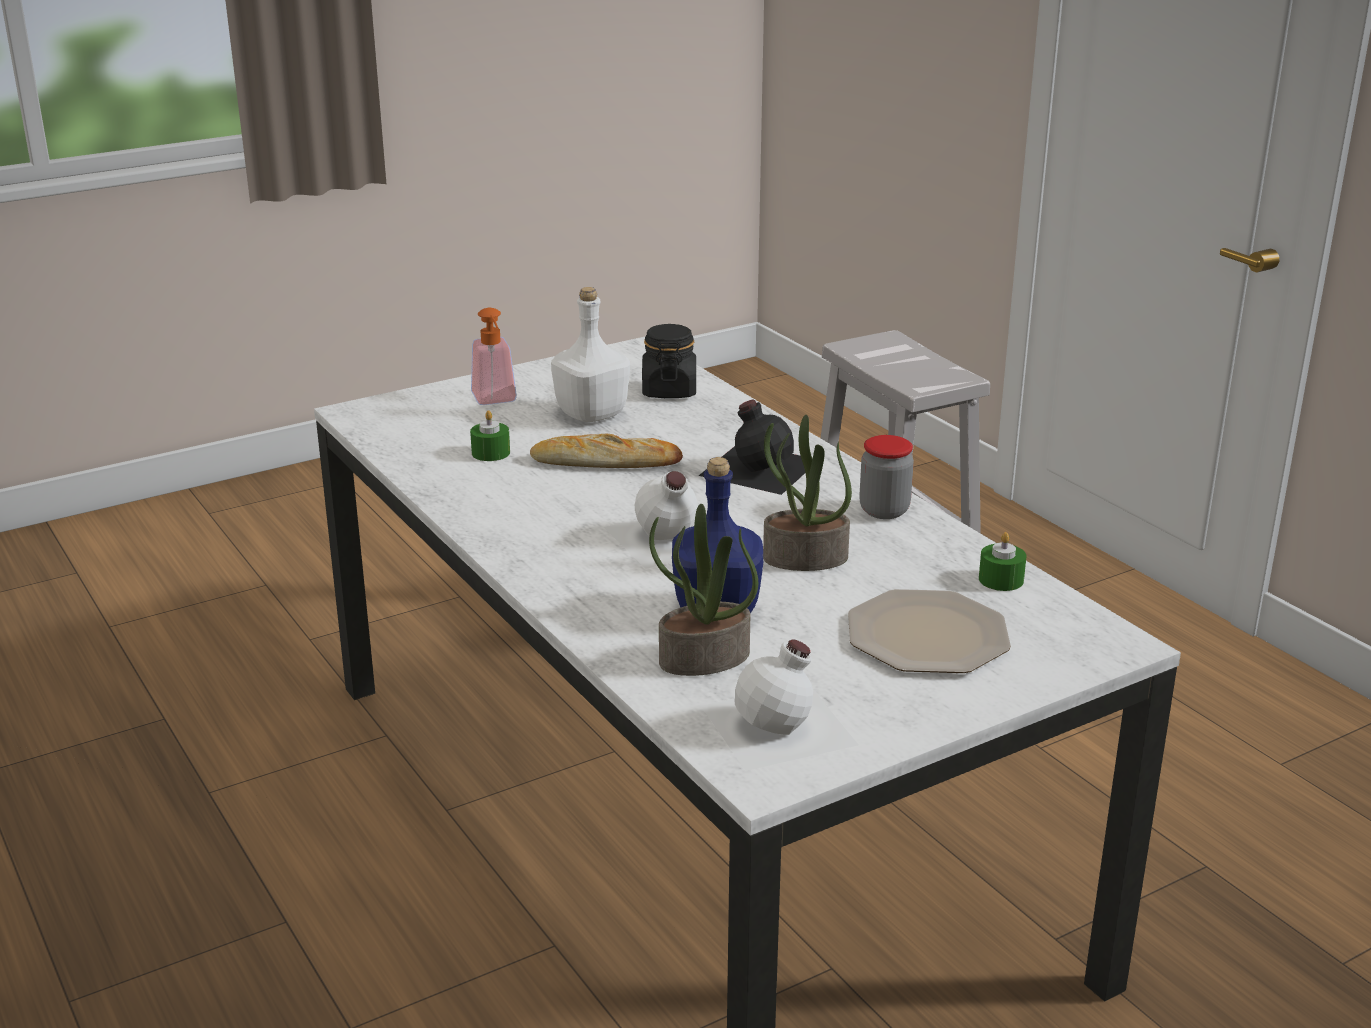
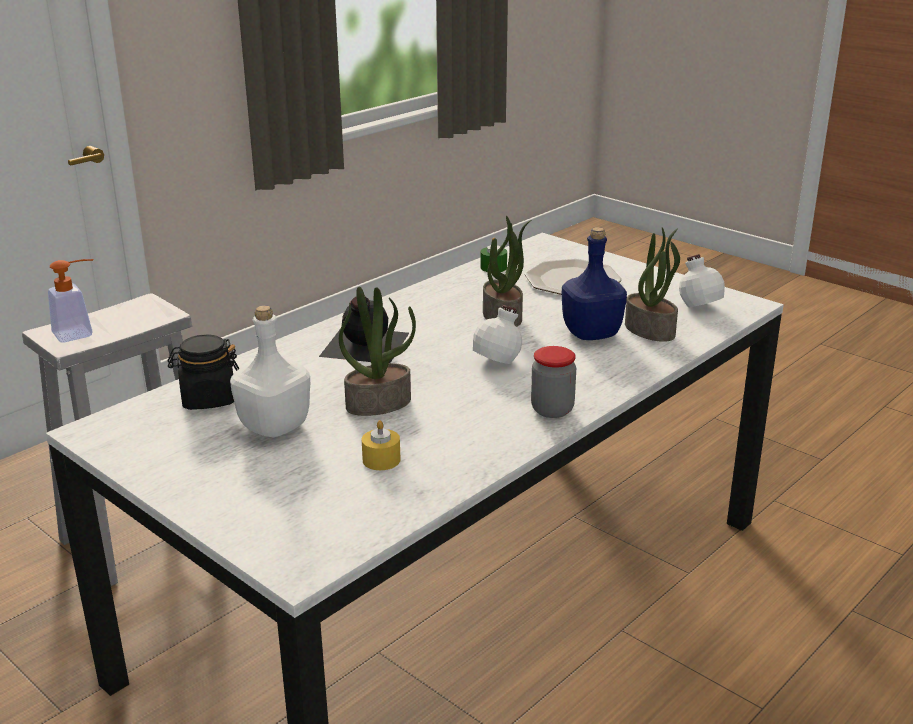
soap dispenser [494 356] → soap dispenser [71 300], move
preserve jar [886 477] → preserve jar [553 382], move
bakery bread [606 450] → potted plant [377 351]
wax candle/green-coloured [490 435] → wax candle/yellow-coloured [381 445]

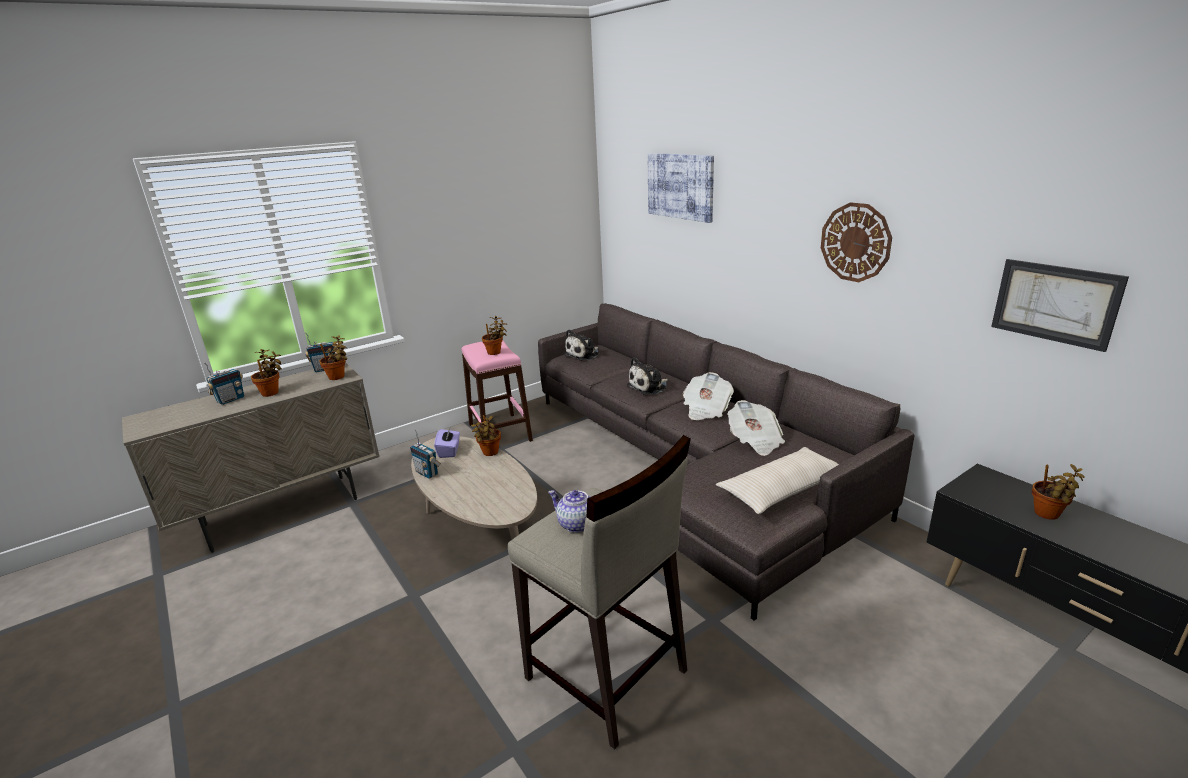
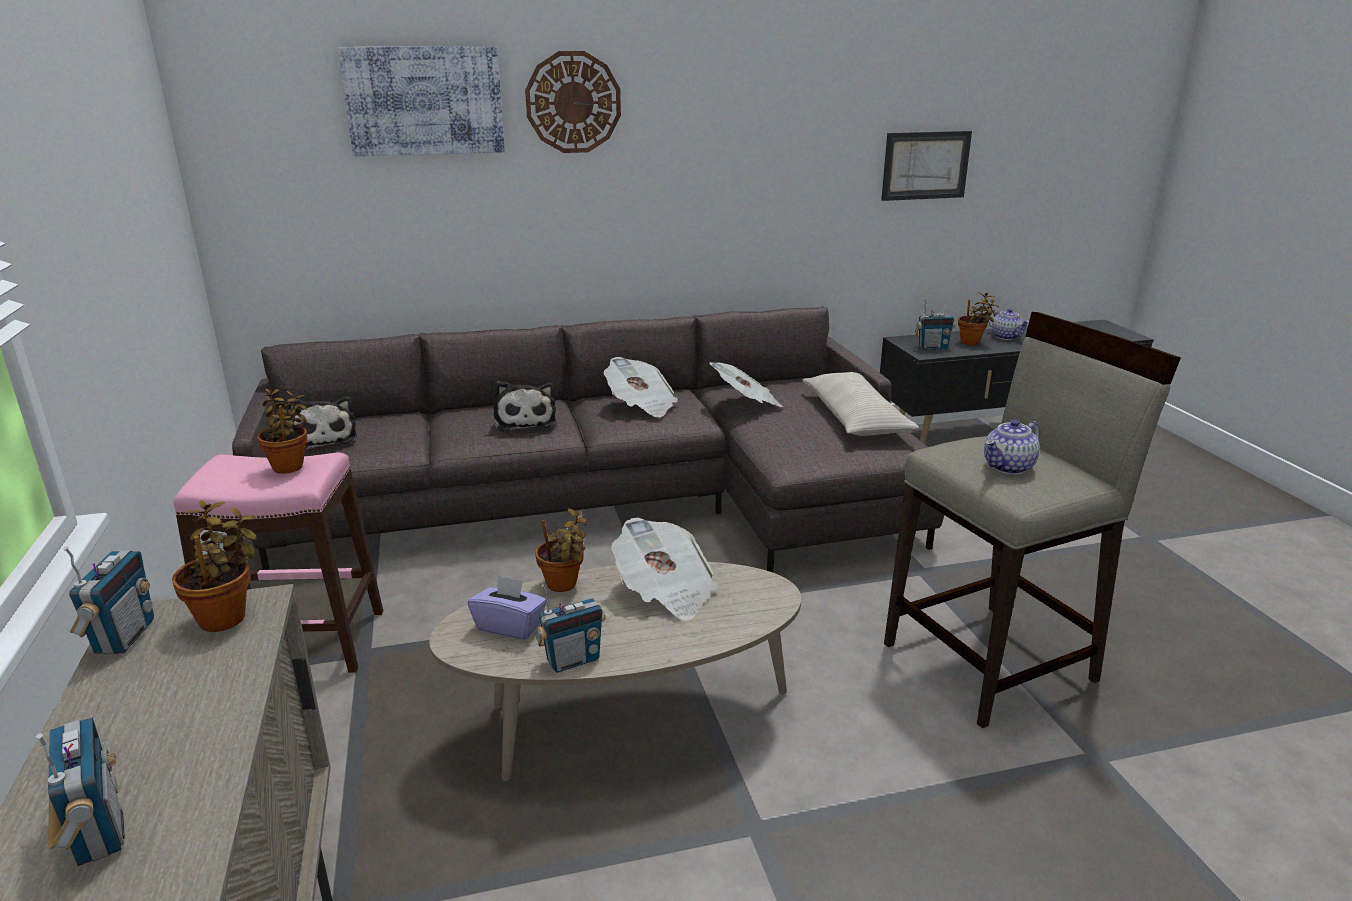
potted plant [266 373] → -
- → daily paper [665 568]
- → radio set [935 324]
- → teapot [1008 324]
wall clock [856 242] → wall clock [573 102], move

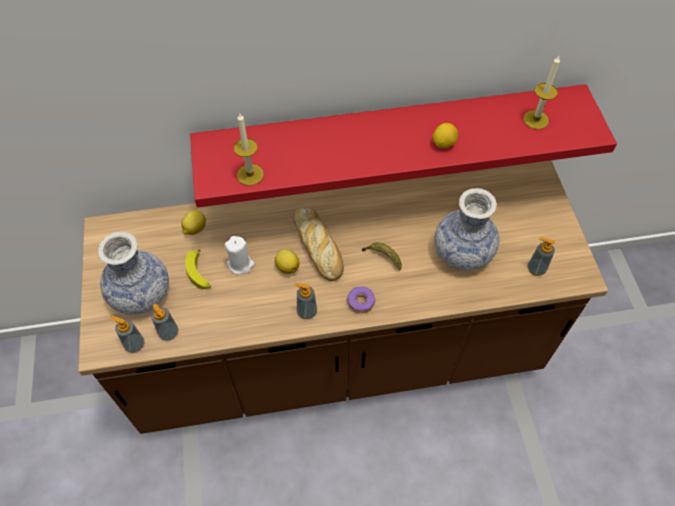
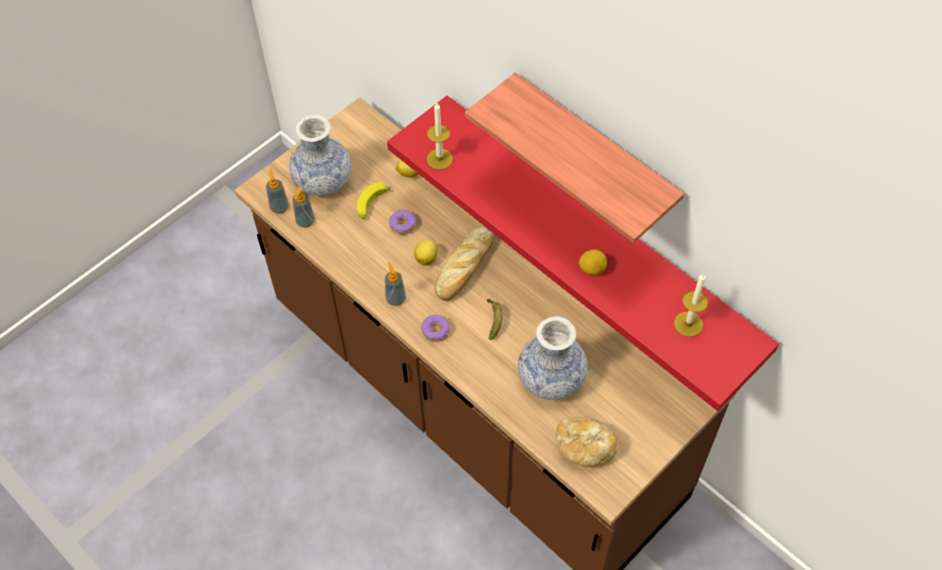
- → shelf [574 158]
wax candle/white [240 255] → donut [402 222]
soap dispenser [541 257] → bakery bread [587 442]

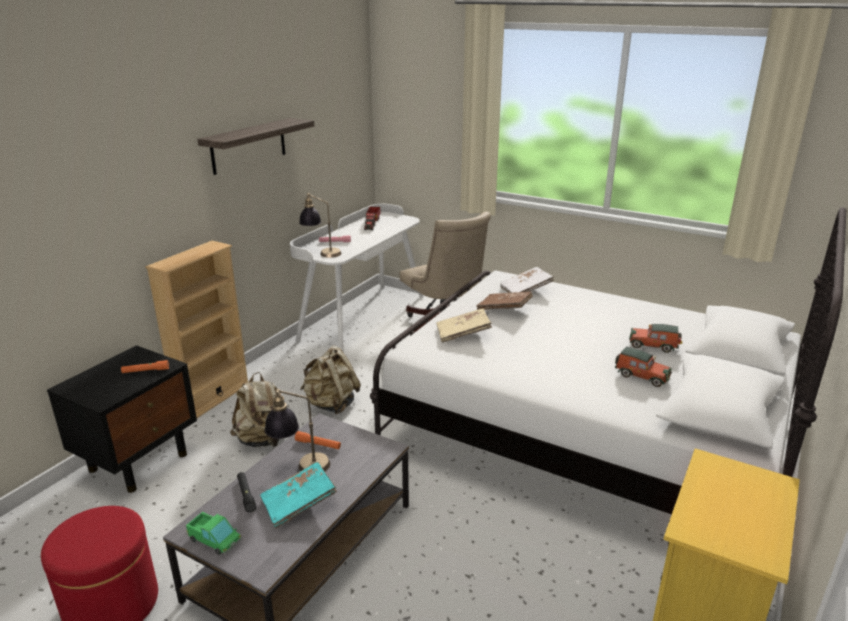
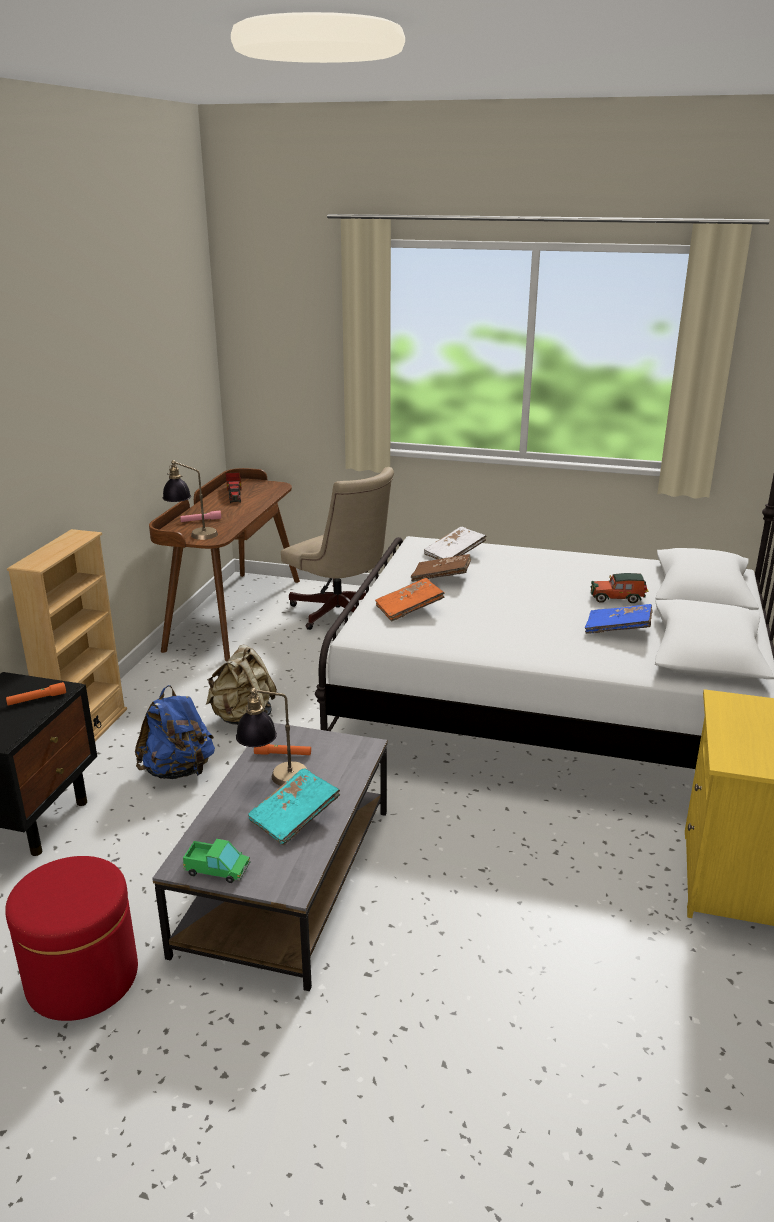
shelf [255 146] → -
torch/black-coloured [246 492] → -
toy car [643 366] → volume/blue-coloured [618 619]
knapsack/beige [255 410] → knapsack/blue-coloured [175 732]
desk table/white [357 277] → desk table/brown-coloured [224 565]
volume/beige [464 326] → volume/orangey [410 599]

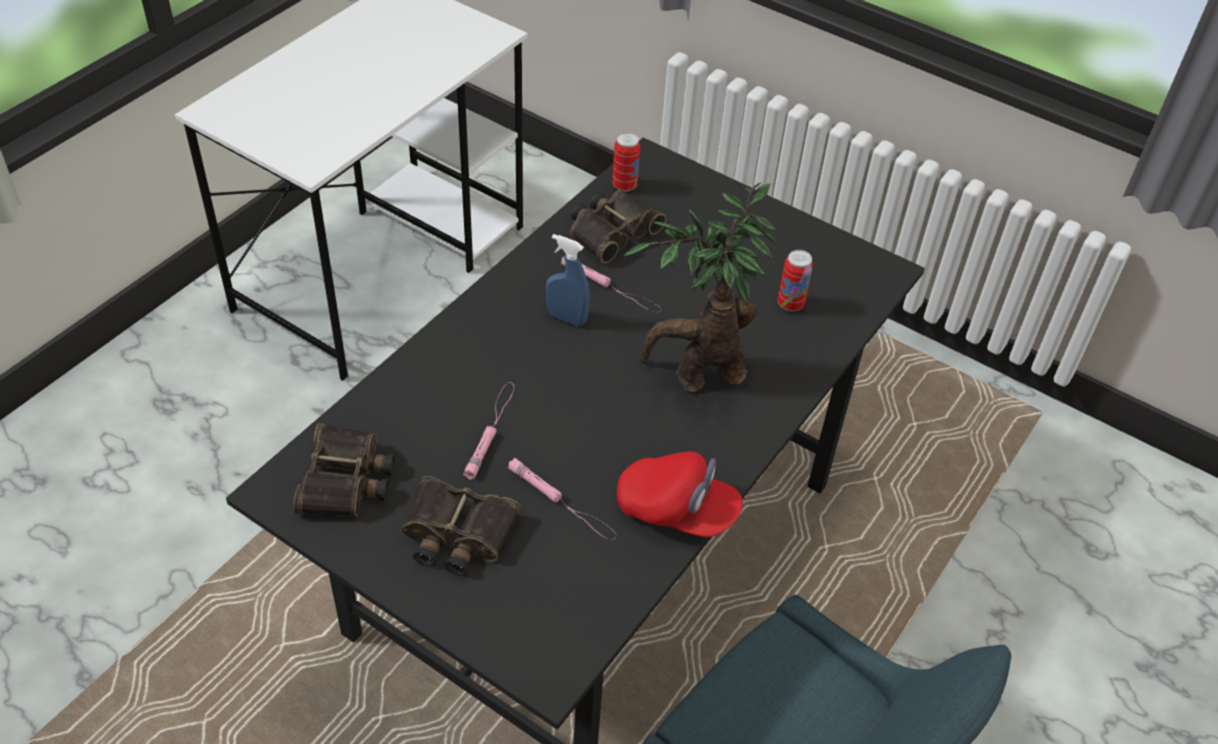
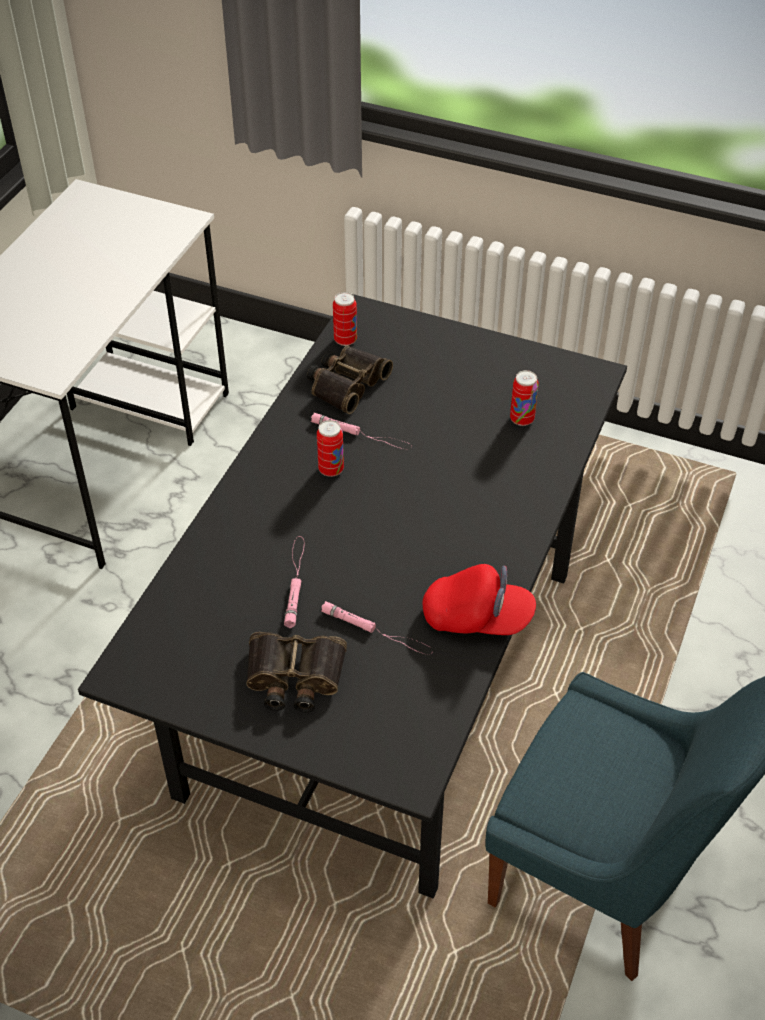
field glasses [344 470] → -
potted plant [700 287] → -
hand sprayer/blue-coloured [568 280] → sealed can [330 448]

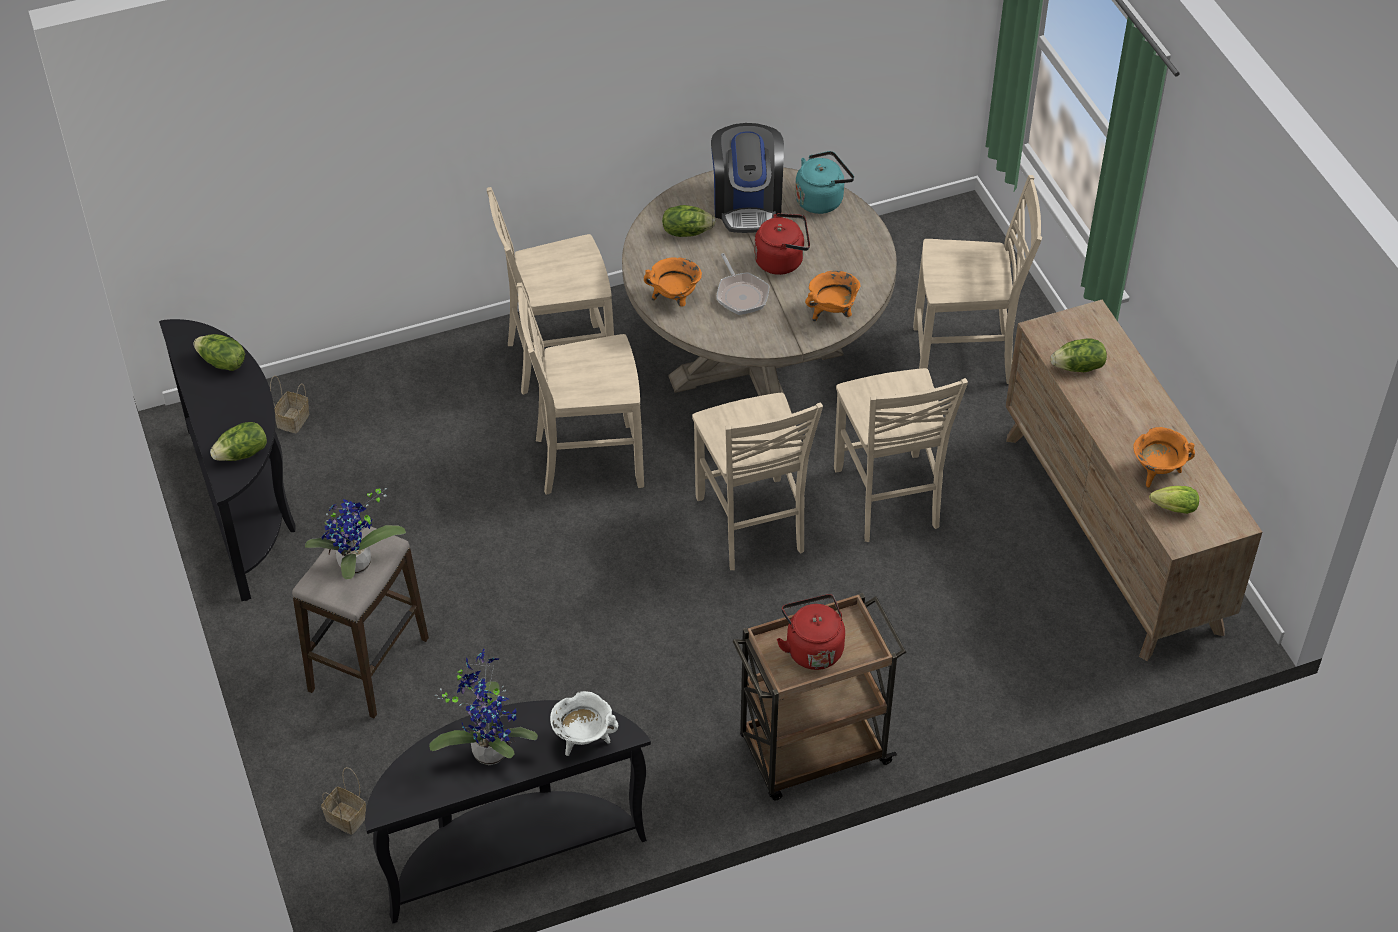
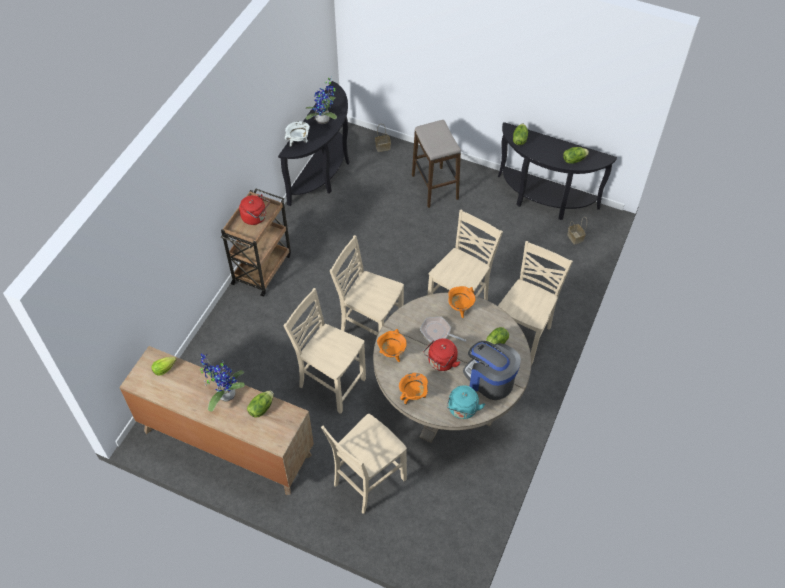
potted plant [355 534] → potted plant [222 383], move
stockpot/orangey [1164 457] → stockpot/orangey [413 389], move

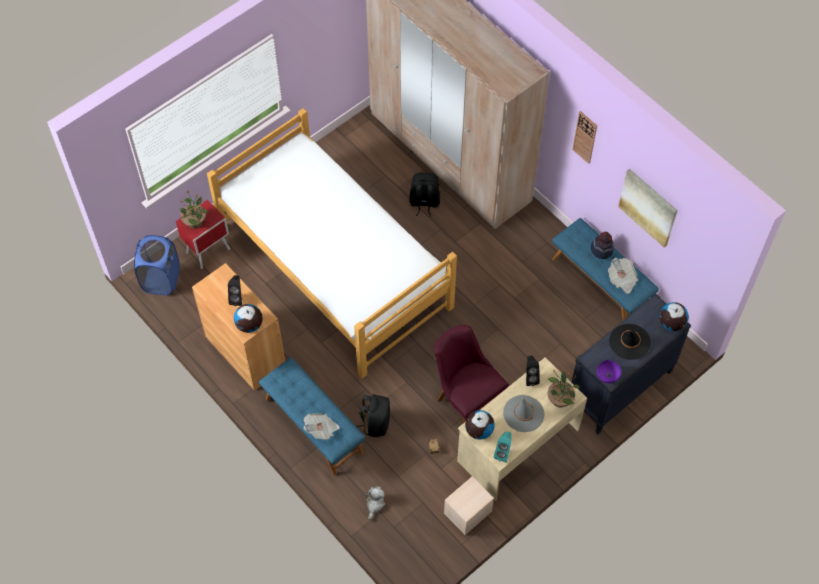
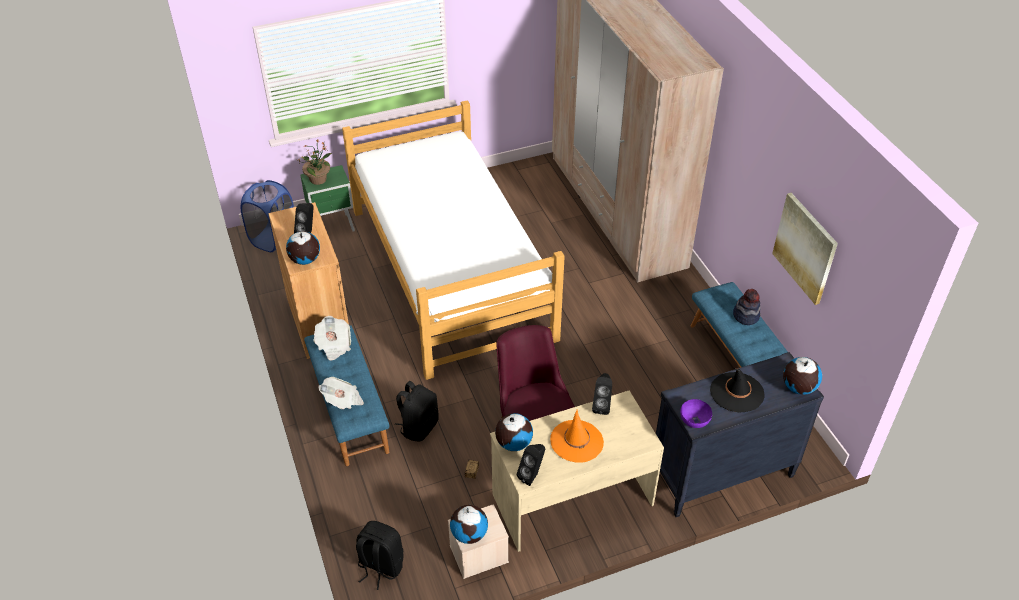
soft toy [375 503] → -
potted plant [563 388] → -
wall clock [585 137] → -
- → world globe [469 524]
knapsack/black-coloured [424 195] → knapsack/black-coloured [379 555], move
daily paper [623 276] → daily paper [332 338], move
night table/reddish [203 234] → night table/green-coloured [327 198]
speaker/turquoise-coloured [502 446] → speaker/black-coloured [531 465]
wearable hat/gray [524 413] → wearable hat/orangey [577 436]

